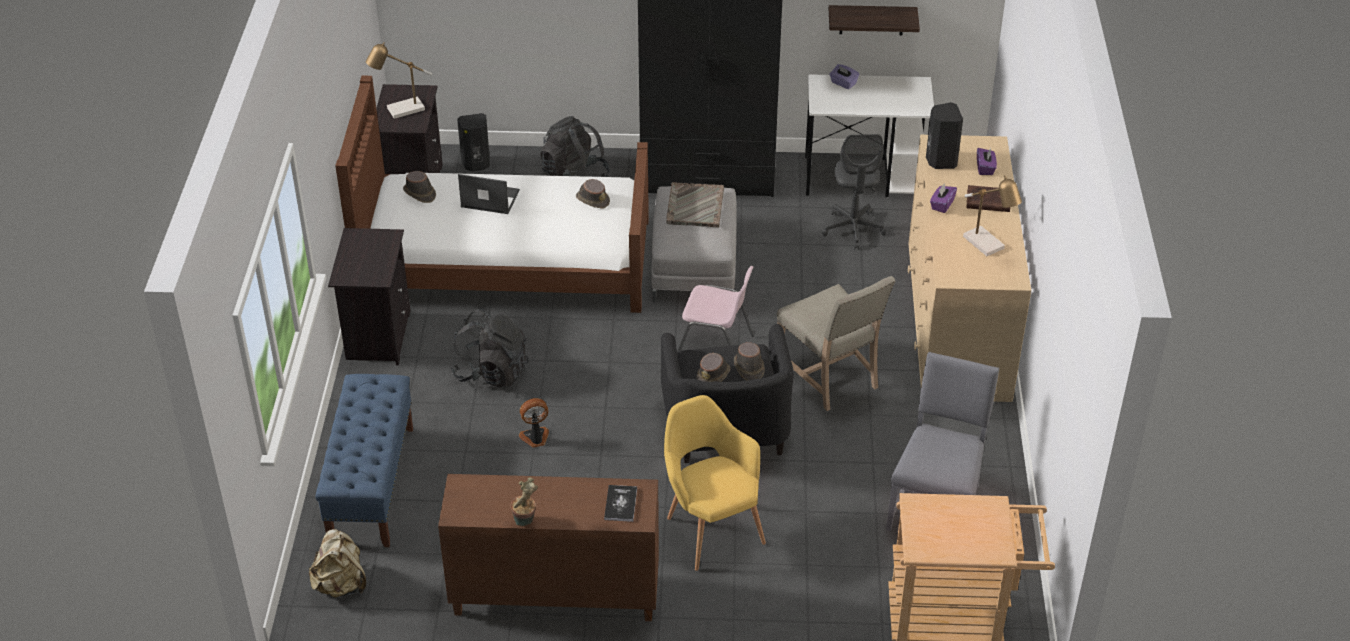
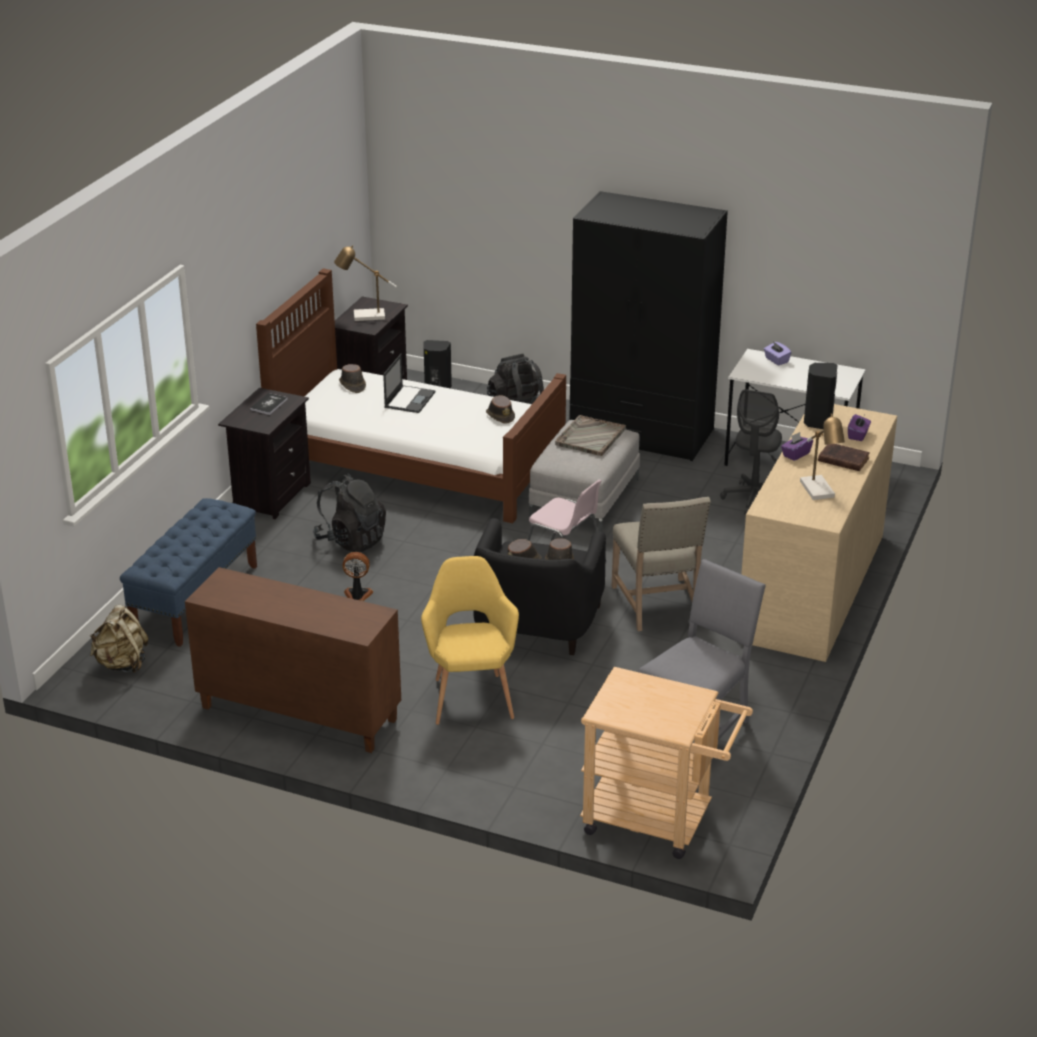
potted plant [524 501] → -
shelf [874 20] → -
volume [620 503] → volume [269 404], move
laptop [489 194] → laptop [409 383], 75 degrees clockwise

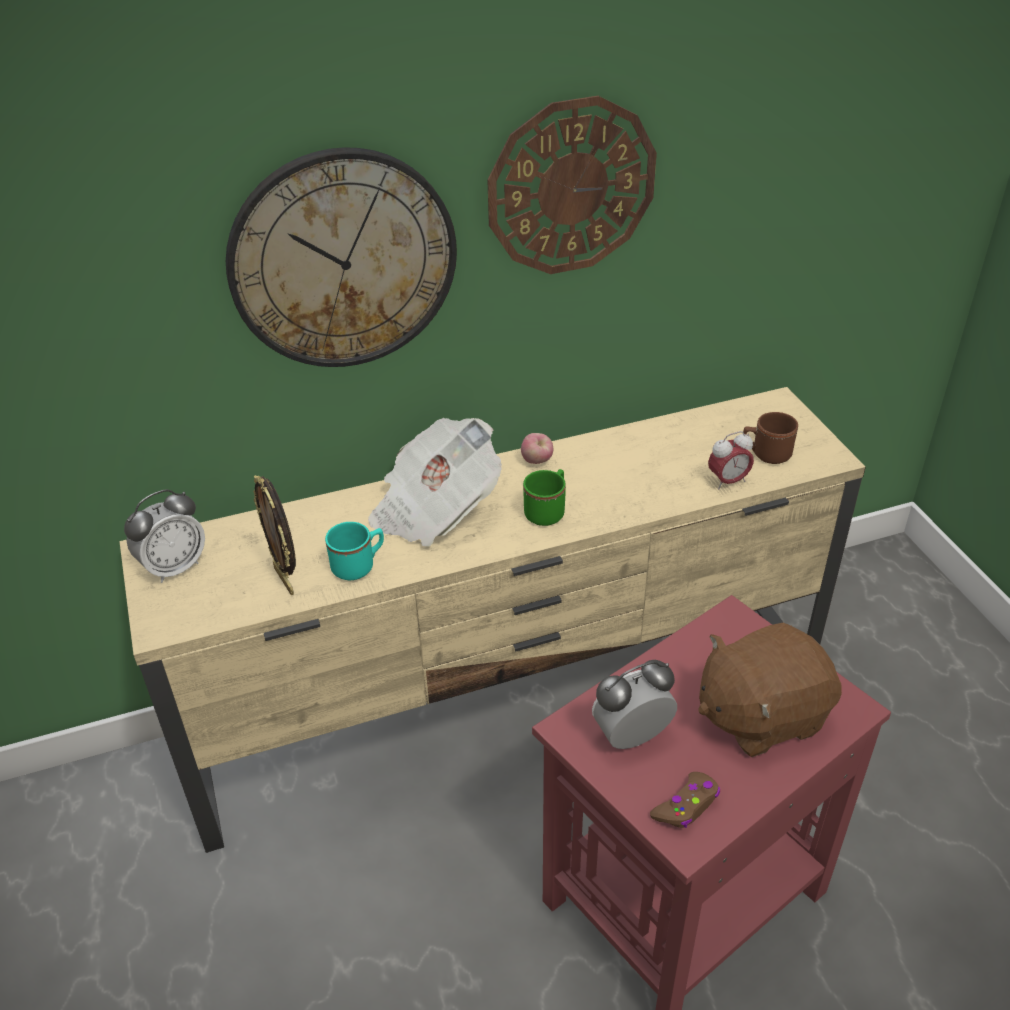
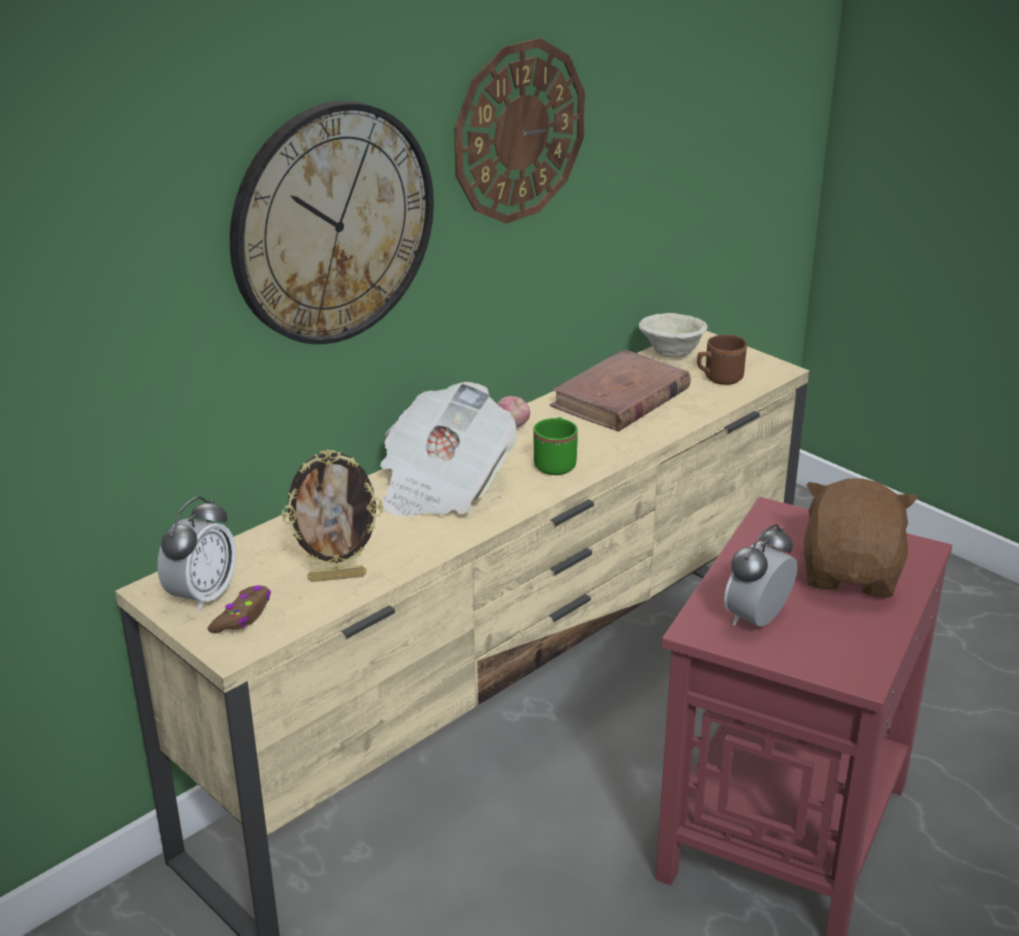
tea mug/turquoise-coloured [354 551] → -
table clock [731 460] → -
- → volume/brown-coloured [620 390]
- → serving bowl/beige [673 335]
gamepad/brown-coloured [685 800] → gamepad/brown-coloured [239 609], move
photo frame [274 535] → photo frame [332 515], 45 degrees counterclockwise
soft toy/brown-coloured [770 690] → soft toy/brown-coloured [860 538], 150 degrees clockwise

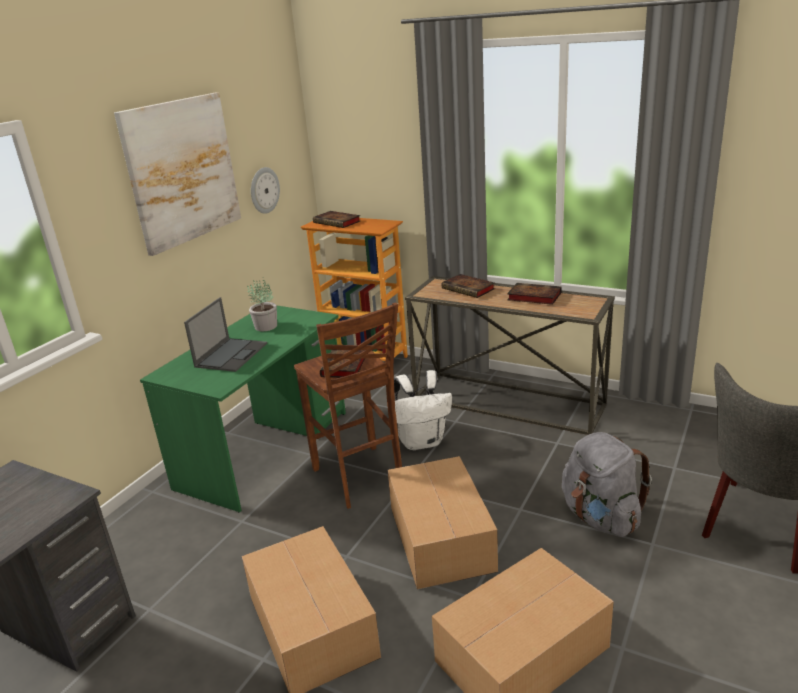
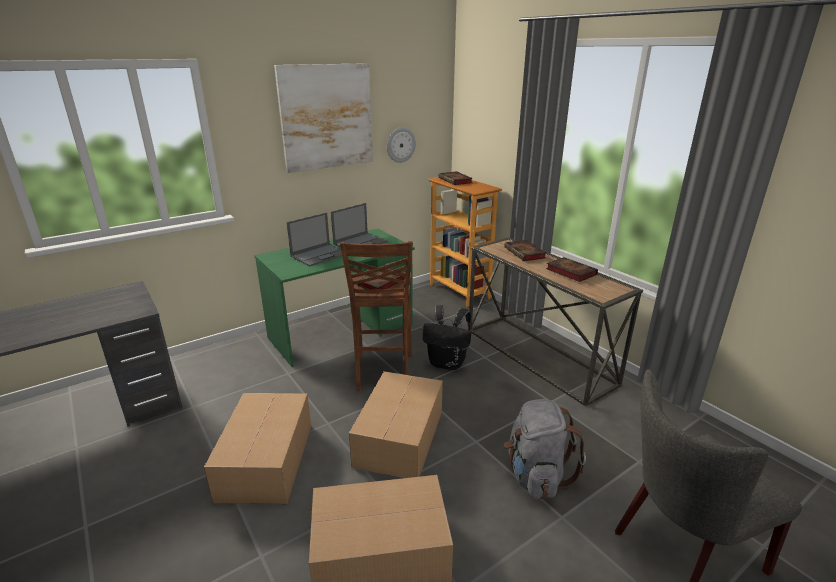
potted plant [262 305] → laptop [359 225]
knapsack/white [423 410] → knapsack/black-coloured [447 337]

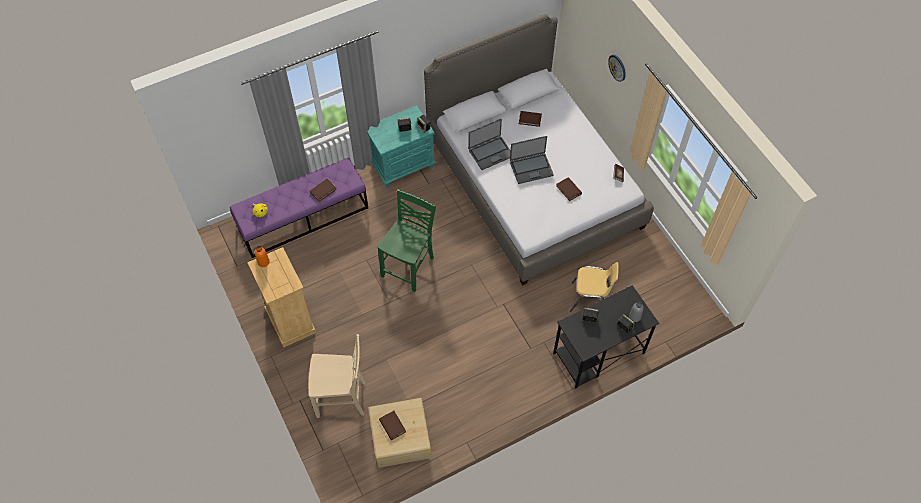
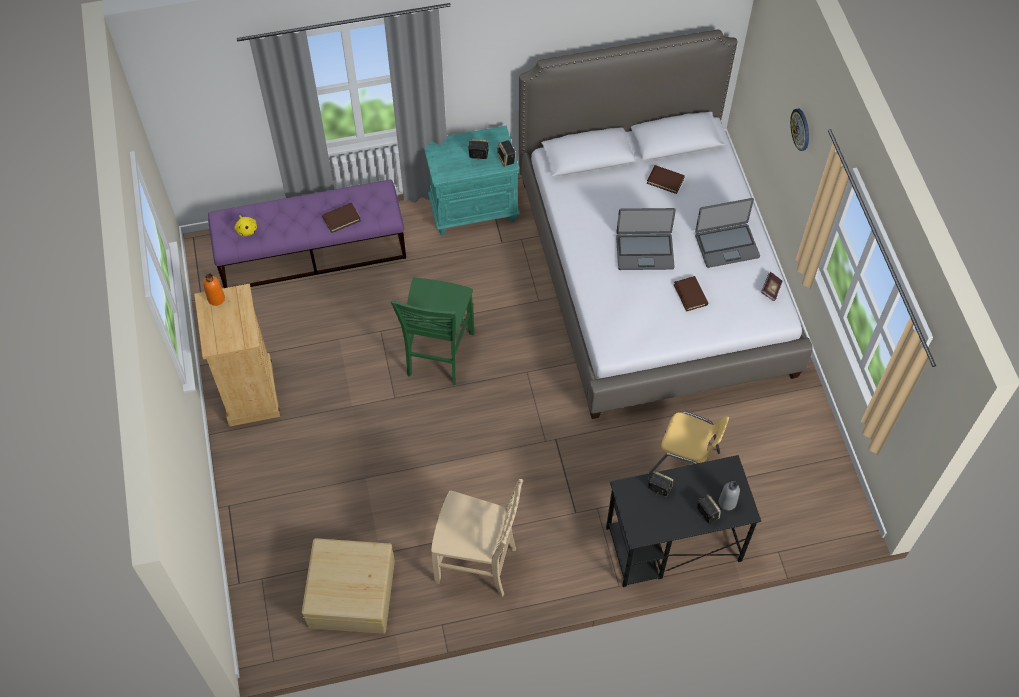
volume/brown-coloured [392 425] → -
upright chair/beige [337 376] → upright chair/beige [477 538], move
laptop [489 144] → laptop [727 233], move
upright chair/green-coloured [406 240] → upright chair/green-coloured [433 331], 150 degrees clockwise

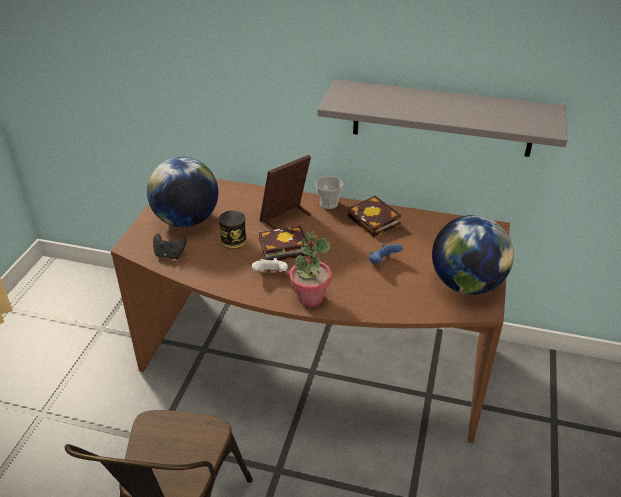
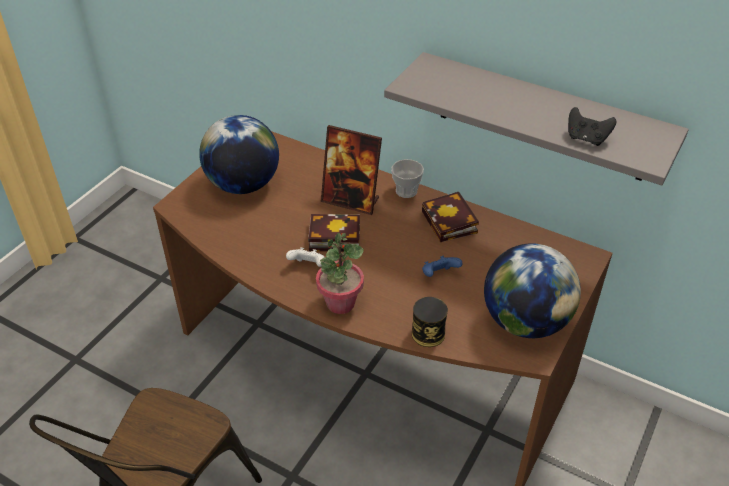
gamepad/black-coloured [170 246] → gamepad/black-coloured [592 126], move
sealed can [233 229] → sealed can [430 322], move
photo frame [285 192] → photo frame [351 170], 135 degrees counterclockwise

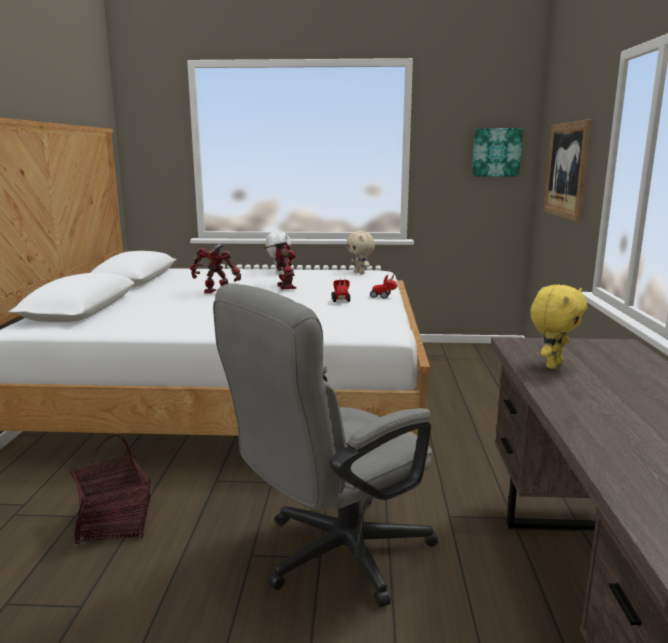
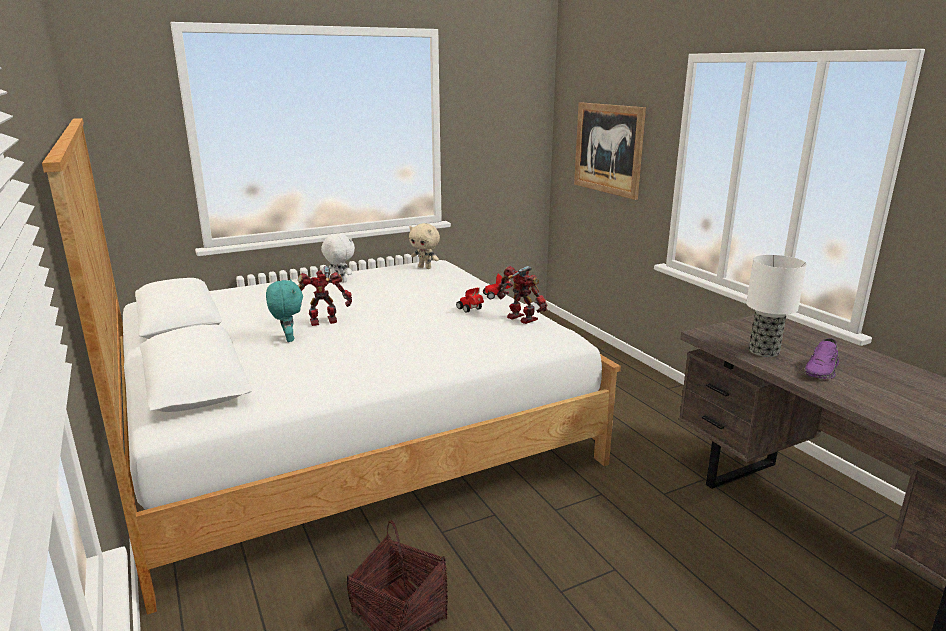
desk chair/gray [325 445] → -
wall picture [497 152] → -
- → soft toy/turquoise-coloured [284 310]
- → shoe/purple [821 358]
toy robot [279 265] → toy robot [522 295], move
soft toy/yellow-coloured [558 327] → table lamp [776 306]

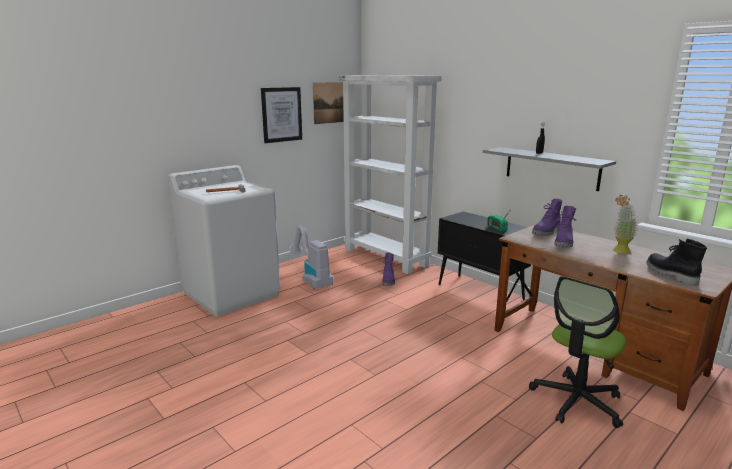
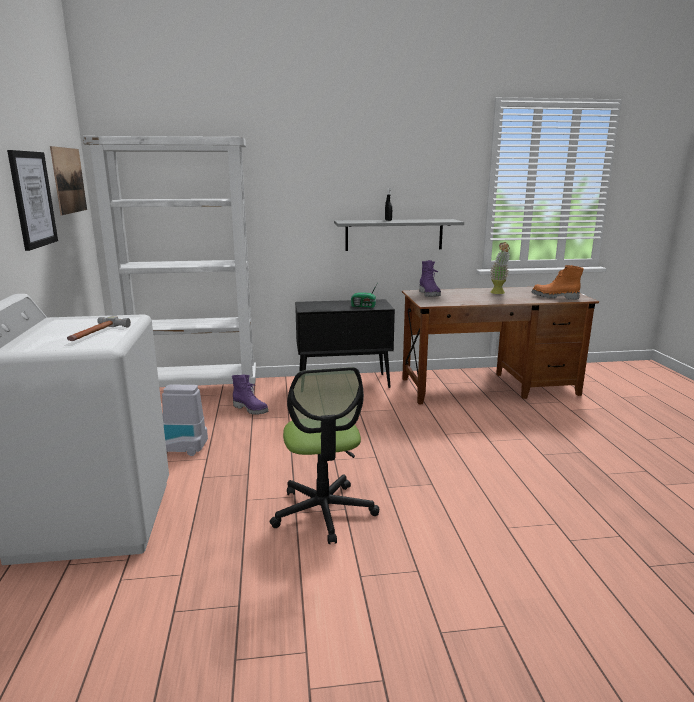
boot/purple [565 226] → -
desk chair [577 352] → desk chair [324 455], move
boot/black-coloured [676 262] → boot/orangey [558 282]

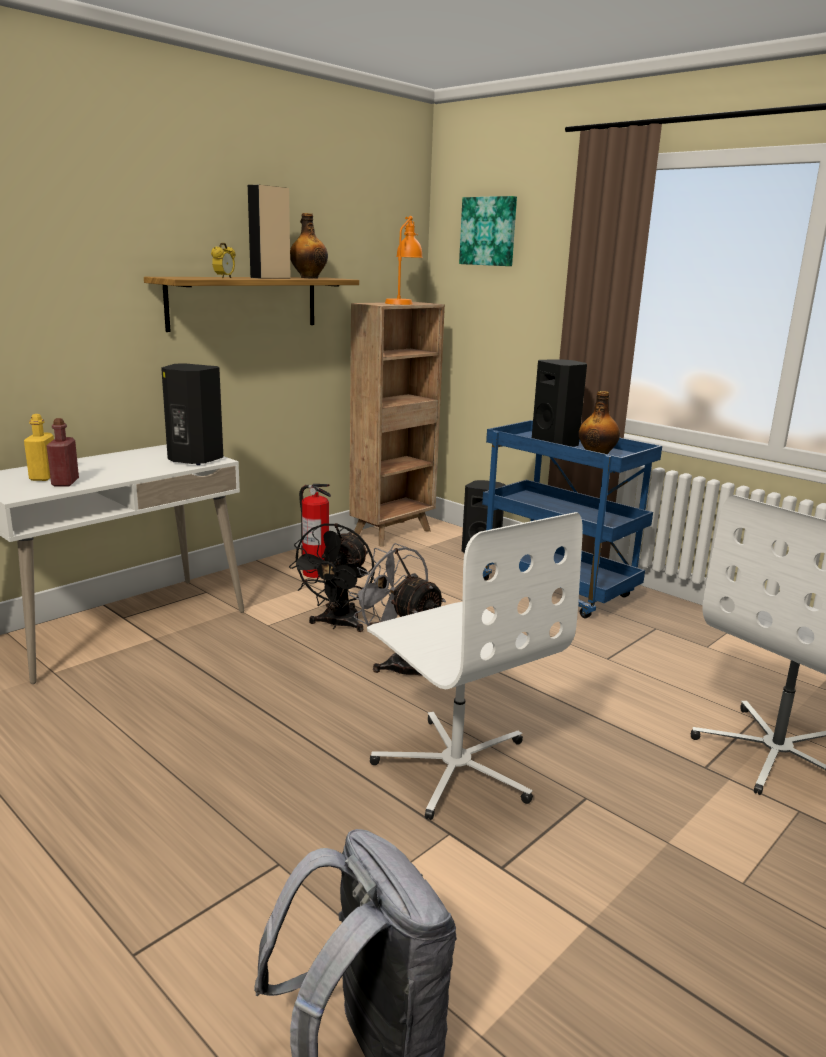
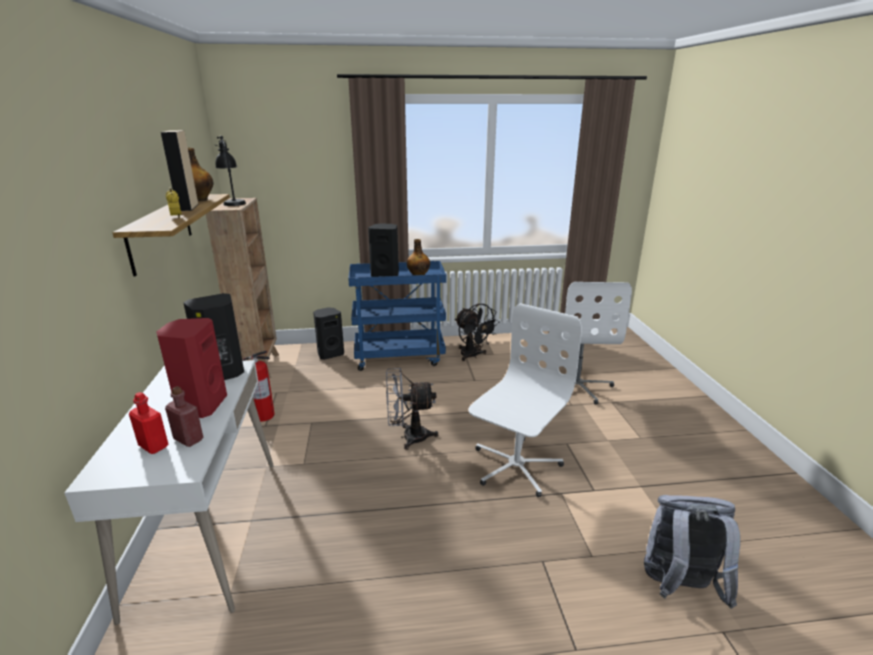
wall picture [488 231] → -
- → speaker/reddish [191 368]
fan/black-coloured [332 577] → fan/black-coloured [477 332], move
drink bottle/yellow-coloured [39 447] → drink bottle/reddish [148 423]
table lamp/orangey [404 260] → table lamp/black-coloured [230 171]
desk chair/white [475 666] → desk chair/white [525 400], 60 degrees counterclockwise

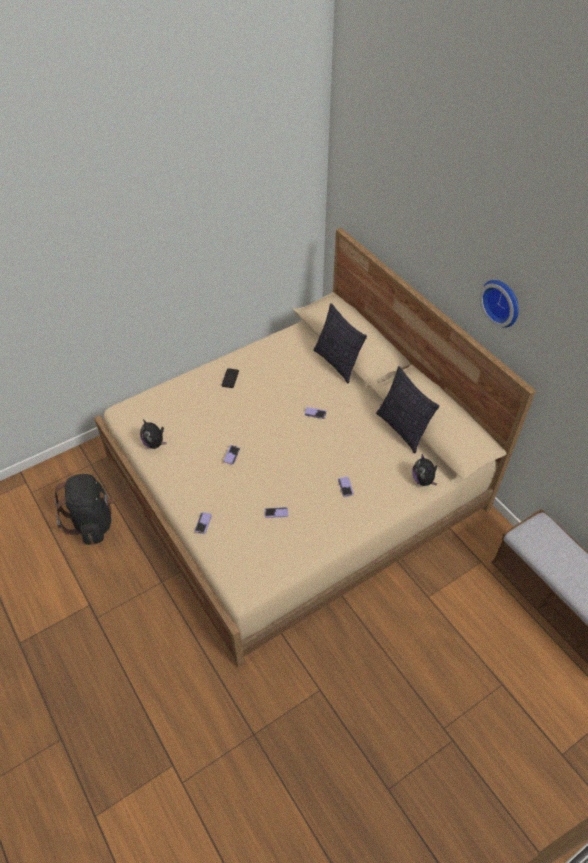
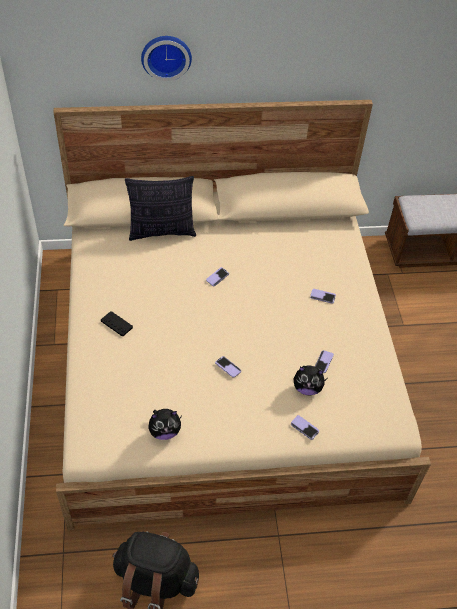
cushion [407 409] → -
soft toy [424 470] → soft toy [310 380], move
wall clock [499 304] → wall clock [166 58], move

